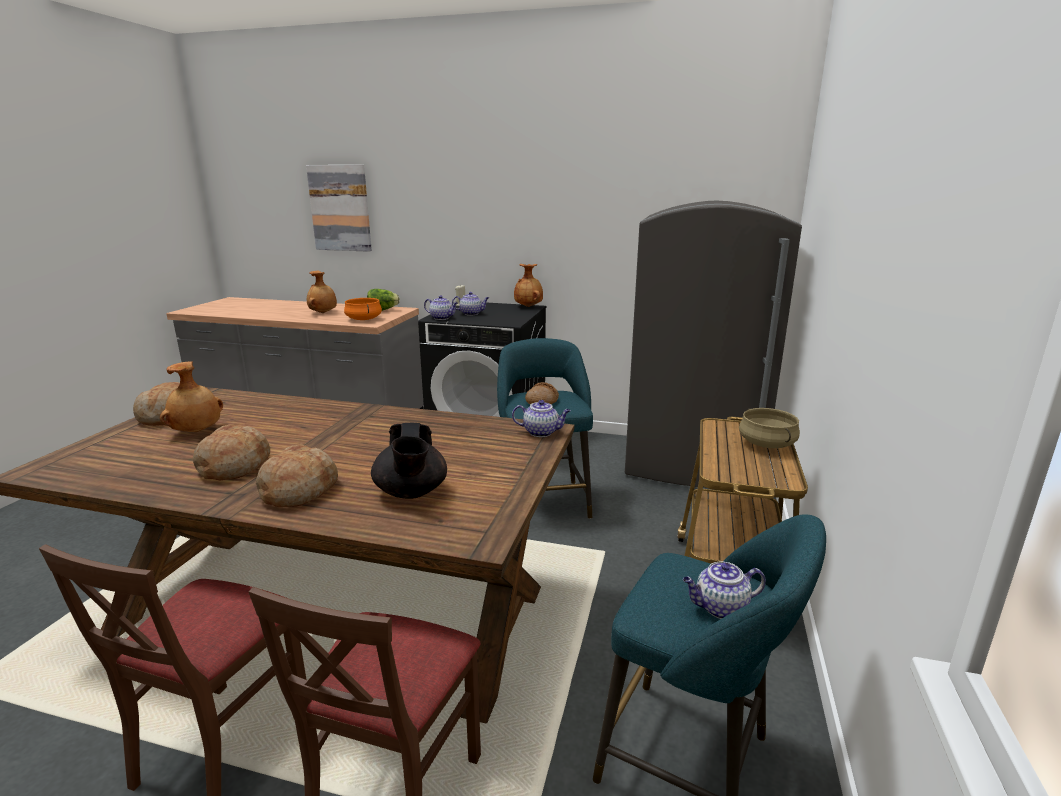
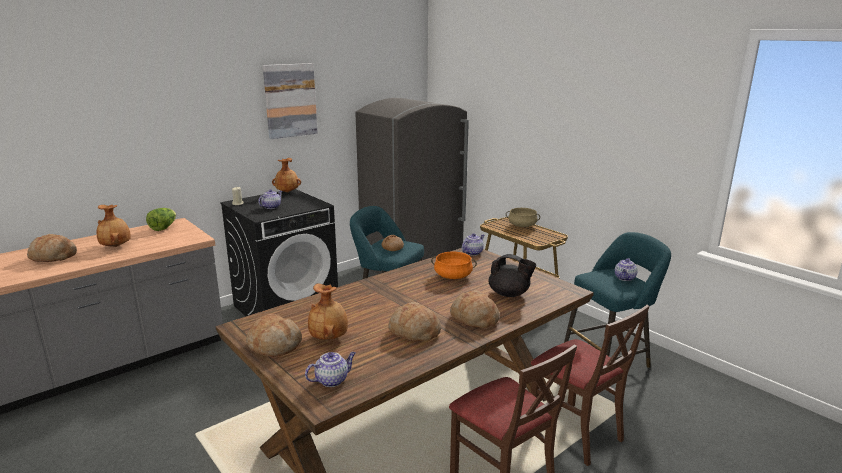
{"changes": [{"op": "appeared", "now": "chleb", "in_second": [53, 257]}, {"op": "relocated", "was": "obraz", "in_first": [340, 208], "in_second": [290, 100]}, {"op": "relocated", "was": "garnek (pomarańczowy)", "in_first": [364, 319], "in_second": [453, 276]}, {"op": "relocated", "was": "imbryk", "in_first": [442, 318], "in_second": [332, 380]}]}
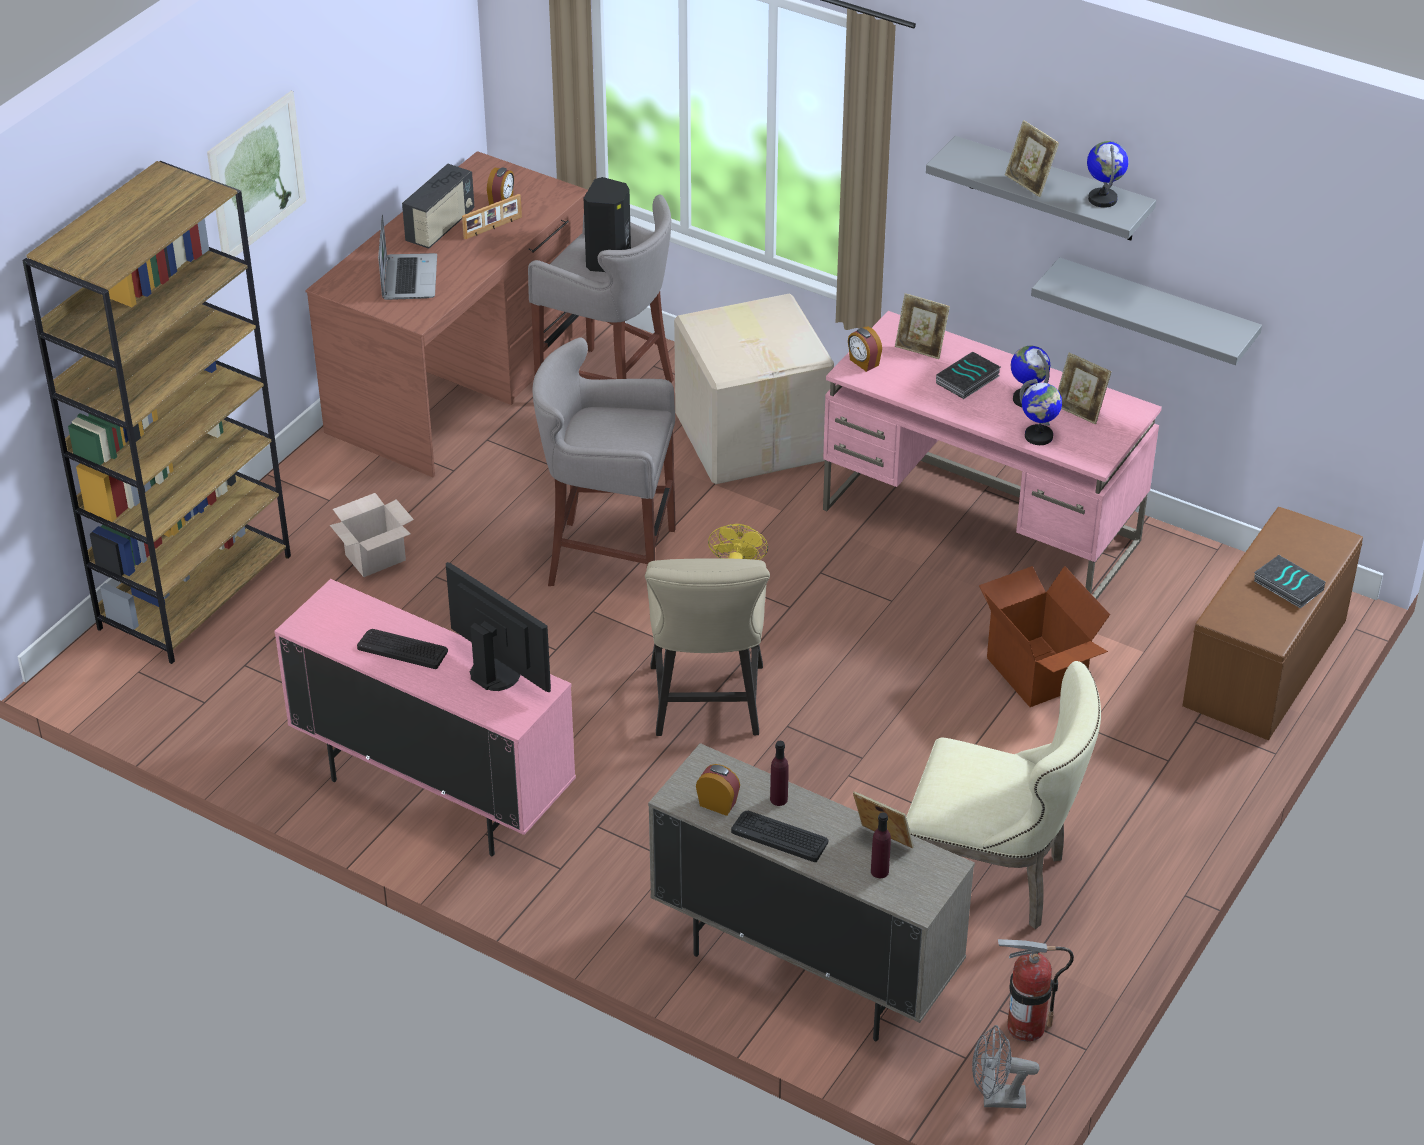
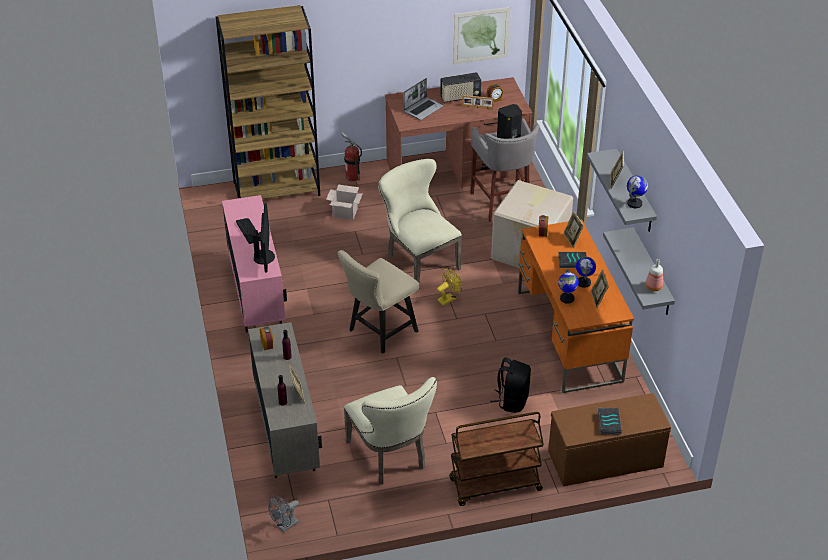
{"changes": [{"op": "missing", "was": "klawiatura", "in_first": [780, 836]}, {"op": "appeared", "now": "wózek (brązowy)", "in_second": [494, 485]}, {"op": "appeared", "now": "butelka", "in_second": [653, 287]}, {"op": "relocated", "was": "obraz", "in_first": [257, 177], "in_second": [481, 35]}, {"op": "relocated", "was": "gaśnica", "in_first": [1026, 1026], "in_second": [352, 177]}, {"op": "exchanged", "was": "stołek (szary)", "now": "krzesło (beżowy)", "in_first": [608, 558], "in_second": [418, 261]}, {"op": "exchanged", "was": "karton", "now": "plecak (czarny)", "in_first": [1038, 671], "in_second": [512, 401]}, {"op": "colour", "was": "biurko (różowy)", "now": "biurko (pomarańczowy)", "in_first": [982, 526], "in_second": [569, 336]}, {"op": "spun", "was": "wentylator (szary)", "in_first": [996, 1099], "in_second": [285, 526], "clockwise": -90}]}
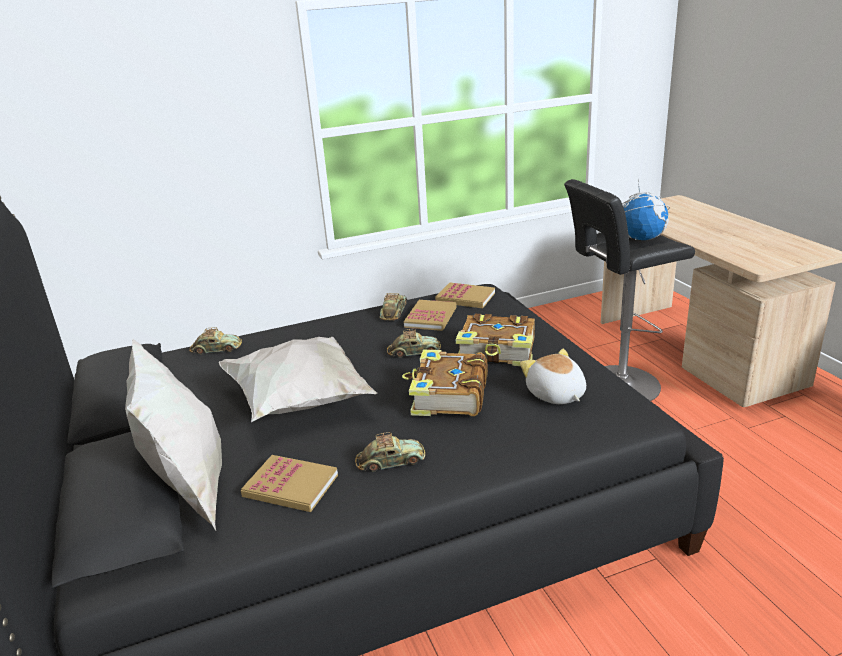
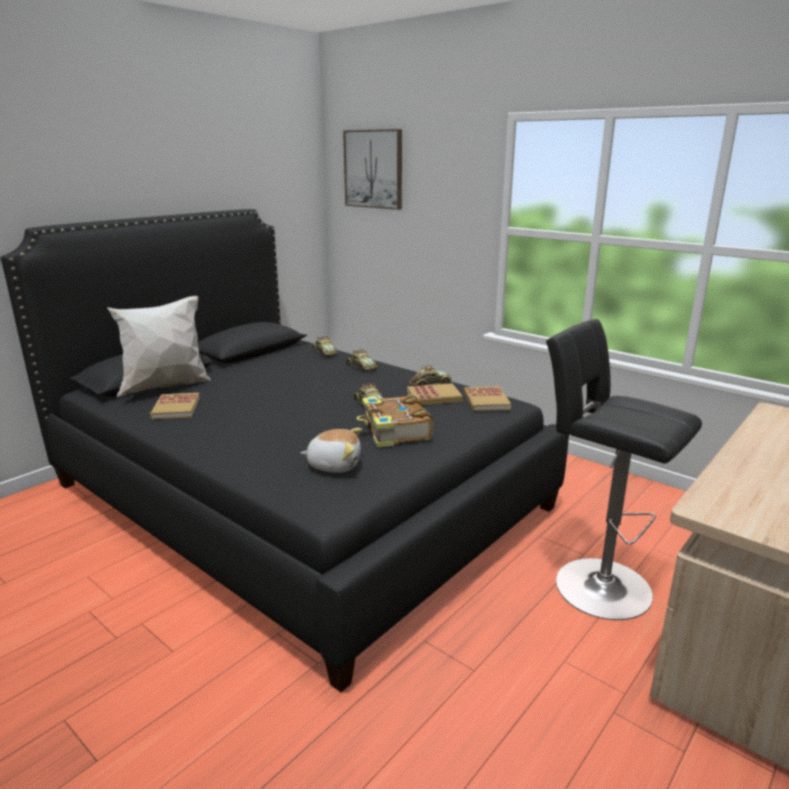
{"changes": [{"op": "missing", "was": "poduszka (biały)", "in_first": [301, 403]}, {"op": "missing", "was": "książka", "in_first": [448, 396]}, {"op": "missing", "was": "globus", "in_first": [641, 238]}, {"op": "appeared", "now": "obraz", "in_second": [373, 169]}, {"op": "relocated", "was": "samochodzik", "in_first": [390, 461], "in_second": [361, 366]}, {"op": "spun", "was": "pluszak", "in_first": [555, 395], "in_second": [334, 464], "clockwise": 60}]}
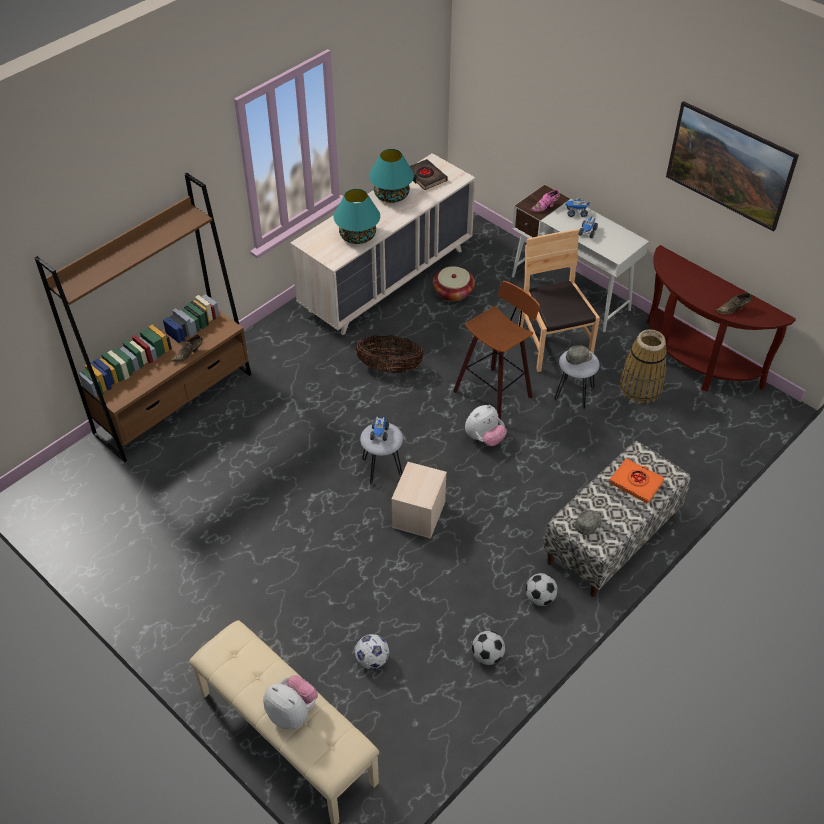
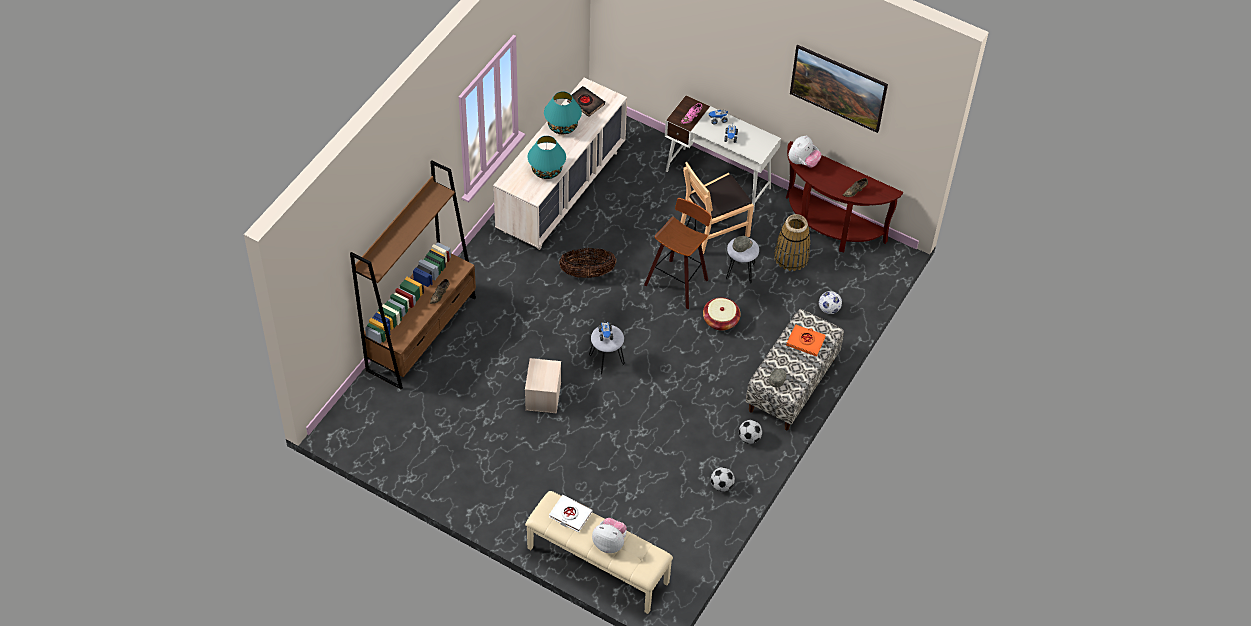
{"changes": [{"op": "appeared", "now": "książka (biały)", "in_second": [570, 515]}, {"op": "relocated", "was": "piłka futbolowa", "in_first": [372, 659], "in_second": [829, 309]}, {"op": "relocated", "was": "pojemnik do przechowywania (beżowy)", "in_first": [419, 515], "in_second": [543, 396]}, {"op": "relocated", "was": "koszyk", "in_first": [453, 292], "in_second": [720, 320]}, {"op": "relocated", "was": "pluszak", "in_first": [484, 438], "in_second": [803, 162]}, {"op": "spun", "was": "krzesło (brązowy)", "in_first": [553, 343], "in_second": [714, 229], "clockwise": -90}]}
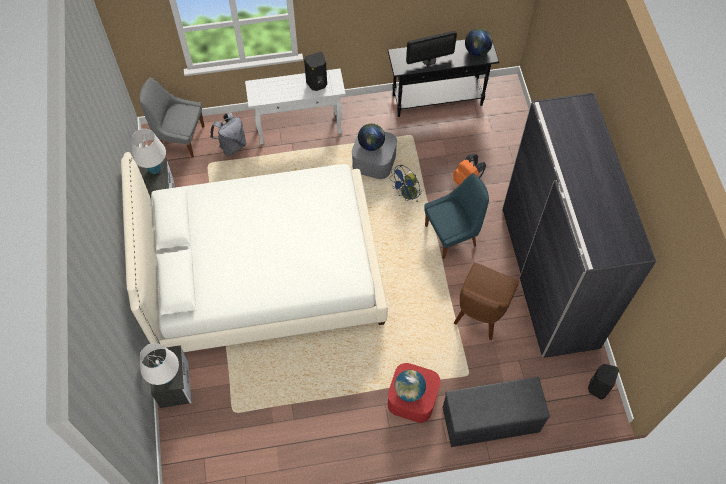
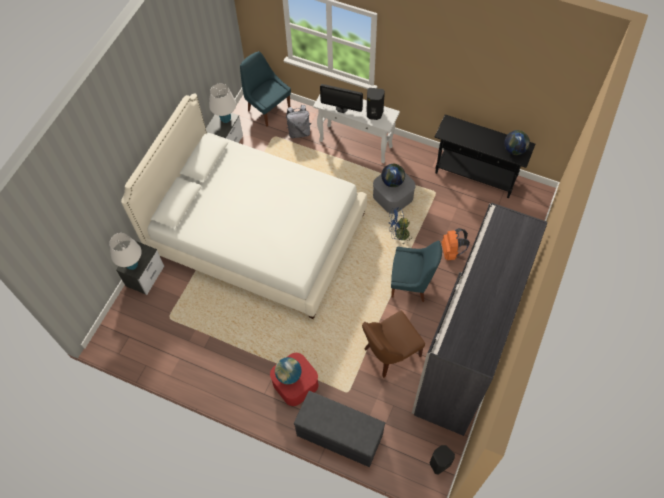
{"changes": [{"op": "relocated", "was": "monitor", "in_first": [429, 60], "in_second": [341, 108]}, {"op": "colour", "was": "krzesło (szary)", "now": "krzesło (niebieski)", "in_first": [180, 138], "in_second": [267, 108]}]}
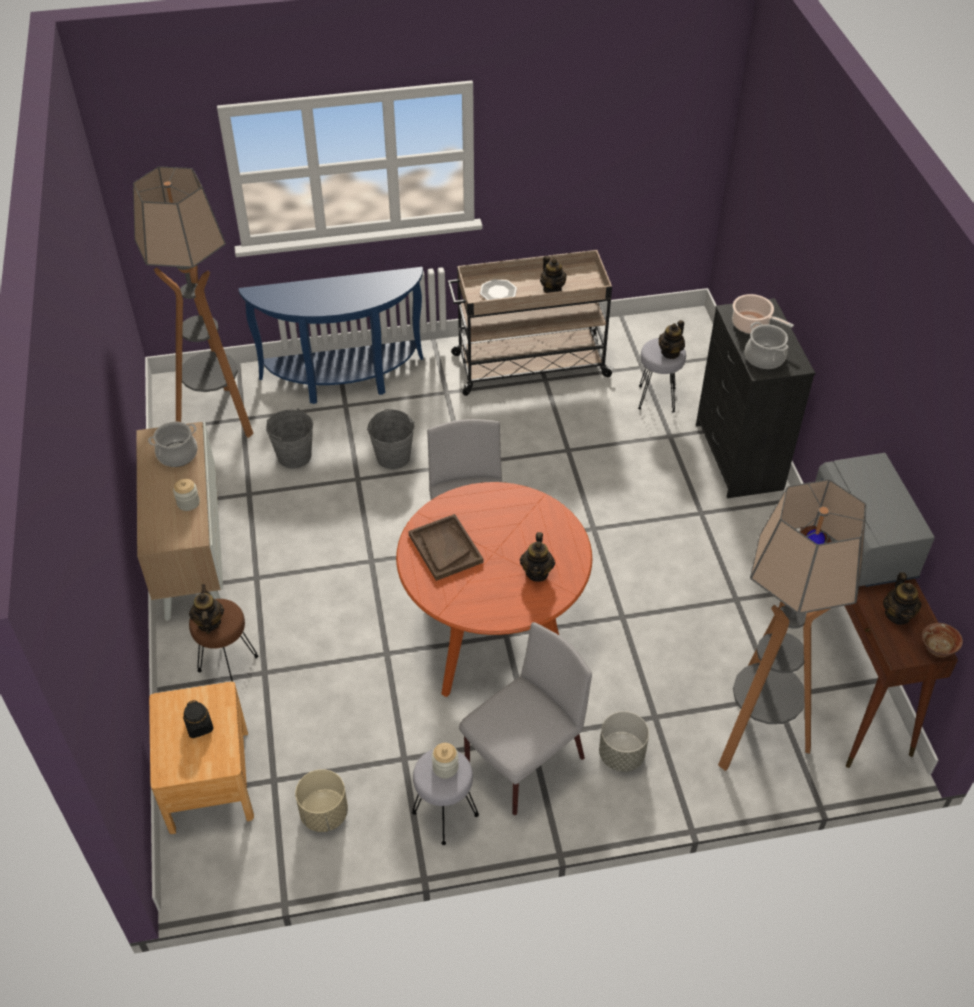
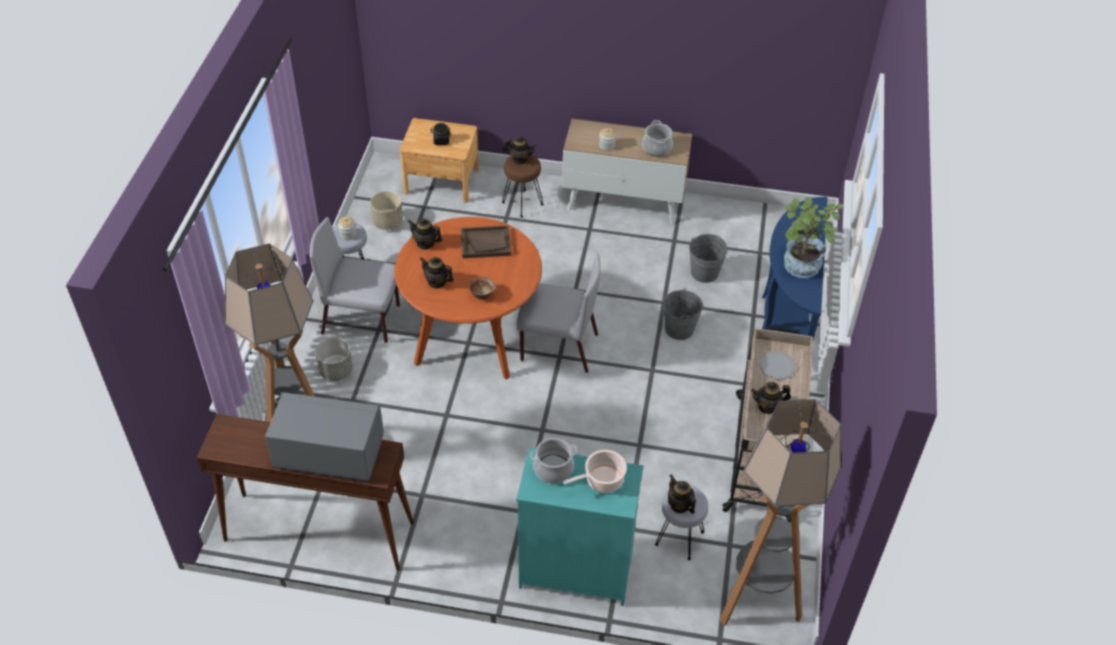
{"changes": [{"op": "appeared", "now": "roślina doniczkowa", "in_second": [800, 269]}, {"op": "relocated", "was": "lampa stojąca", "in_first": [218, 418], "in_second": [757, 600]}, {"op": "relocated", "was": "imbryk", "in_first": [897, 614], "in_second": [425, 243]}, {"op": "relocated", "was": "miska", "in_first": [937, 649], "in_second": [482, 295]}, {"op": "colour", "was": "komoda (czarny)", "now": "komoda (turkusowy)", "in_first": [738, 456], "in_second": [576, 571]}, {"op": "spun", "was": "krzesło (szary)", "in_first": [523, 763], "in_second": [362, 319], "clockwise": 120}]}
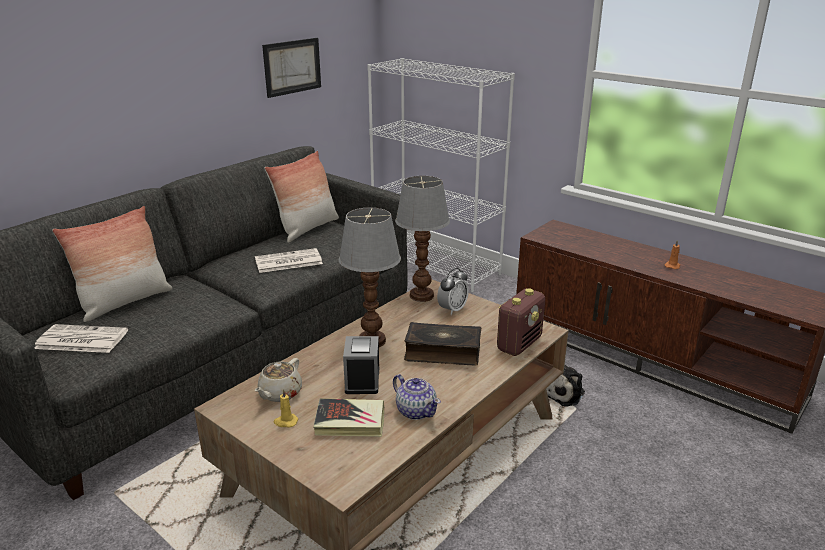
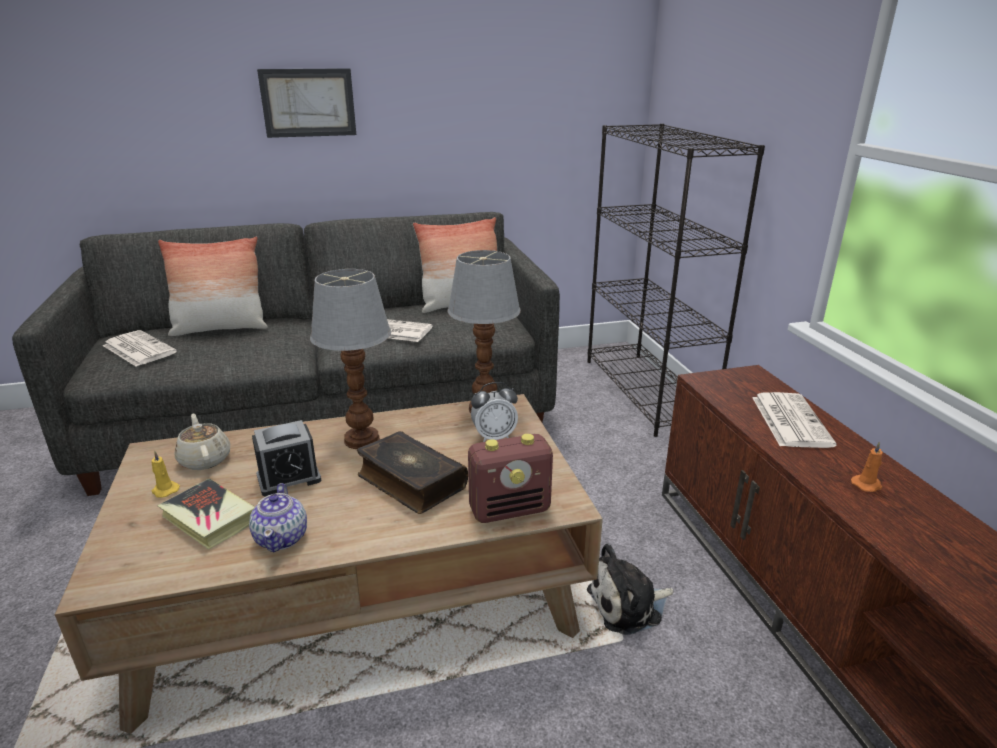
{"changes": [{"op": "appeared", "now": "gazeta", "in_second": [789, 420]}, {"op": "relocated", "was": "obraz", "in_first": [292, 67], "in_second": [308, 103]}, {"op": "colour", "was": "regał (biały)", "now": "regał (czarny)", "in_first": [436, 265], "in_second": [647, 392]}, {"op": "spun", "was": "imbryk (beżowy)", "in_first": [279, 393], "in_second": [205, 459], "clockwise": 90}, {"op": "spun", "was": "budzik", "in_first": [362, 380], "in_second": [289, 478], "clockwise": -150}]}
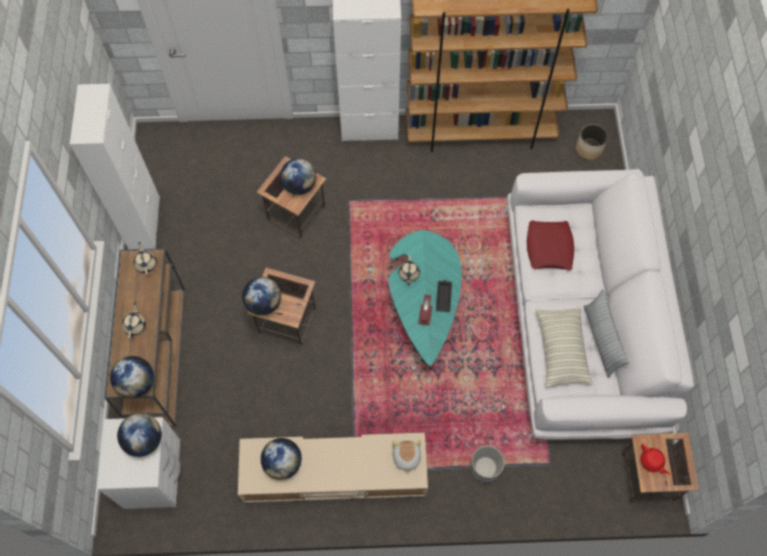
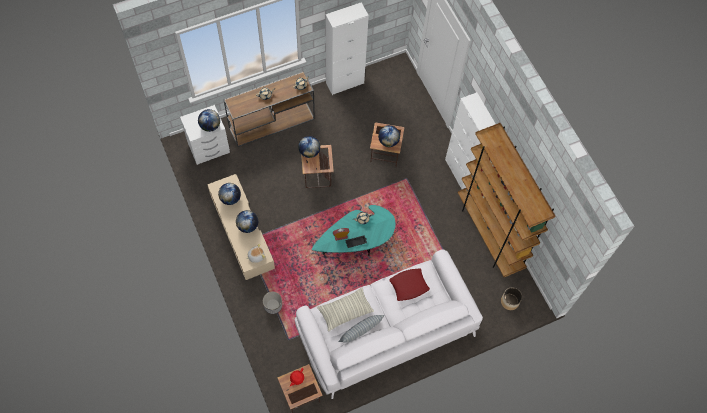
{"changes": [{"op": "relocated", "was": "globus", "in_first": [137, 384], "in_second": [248, 226]}]}
